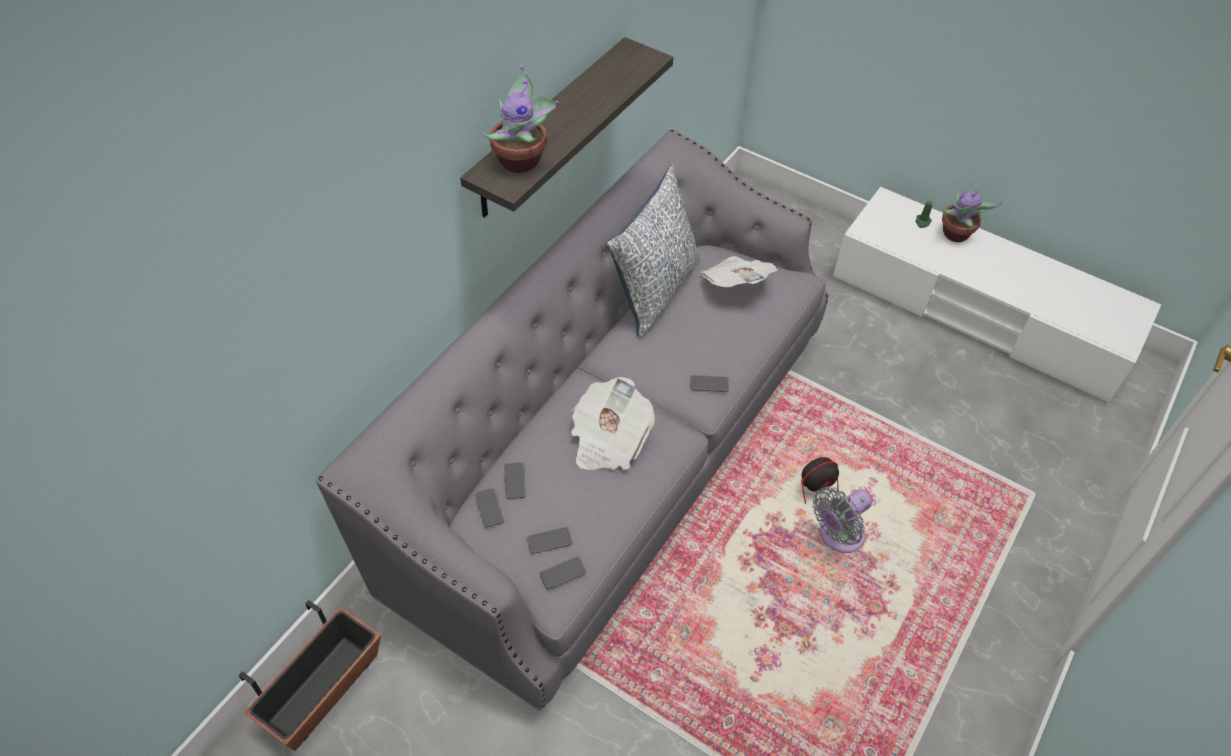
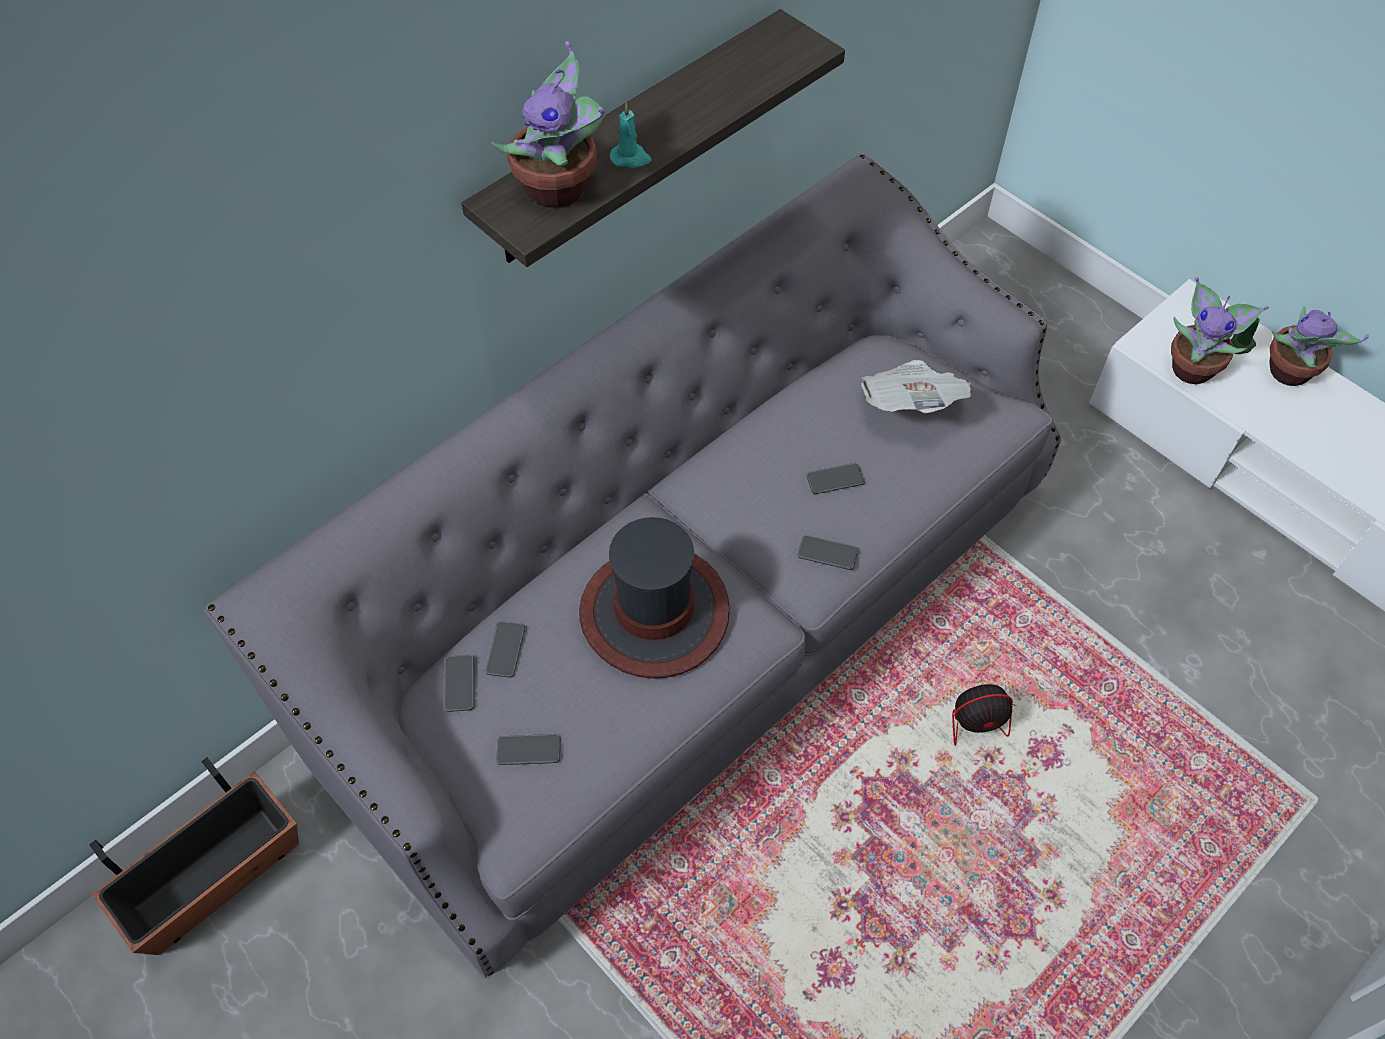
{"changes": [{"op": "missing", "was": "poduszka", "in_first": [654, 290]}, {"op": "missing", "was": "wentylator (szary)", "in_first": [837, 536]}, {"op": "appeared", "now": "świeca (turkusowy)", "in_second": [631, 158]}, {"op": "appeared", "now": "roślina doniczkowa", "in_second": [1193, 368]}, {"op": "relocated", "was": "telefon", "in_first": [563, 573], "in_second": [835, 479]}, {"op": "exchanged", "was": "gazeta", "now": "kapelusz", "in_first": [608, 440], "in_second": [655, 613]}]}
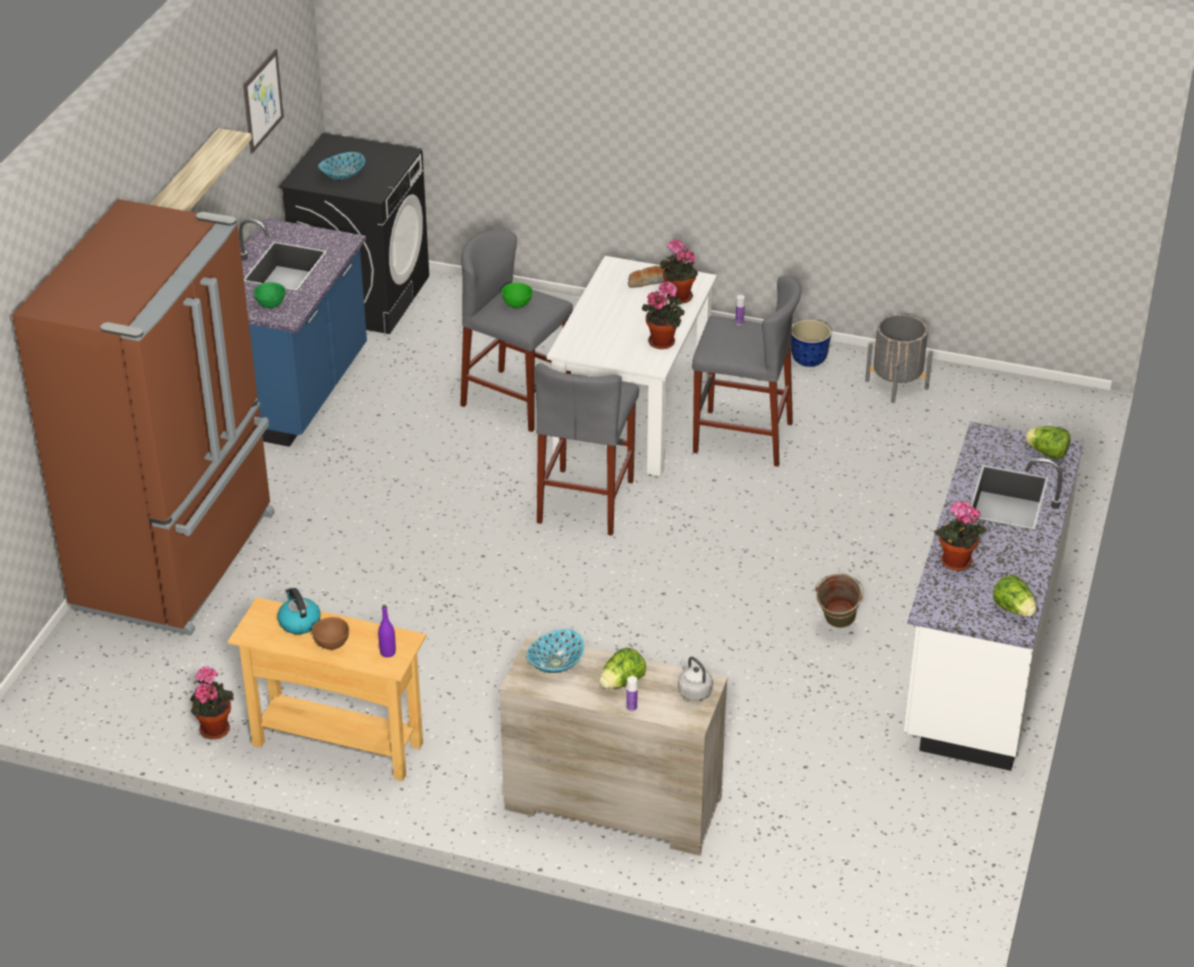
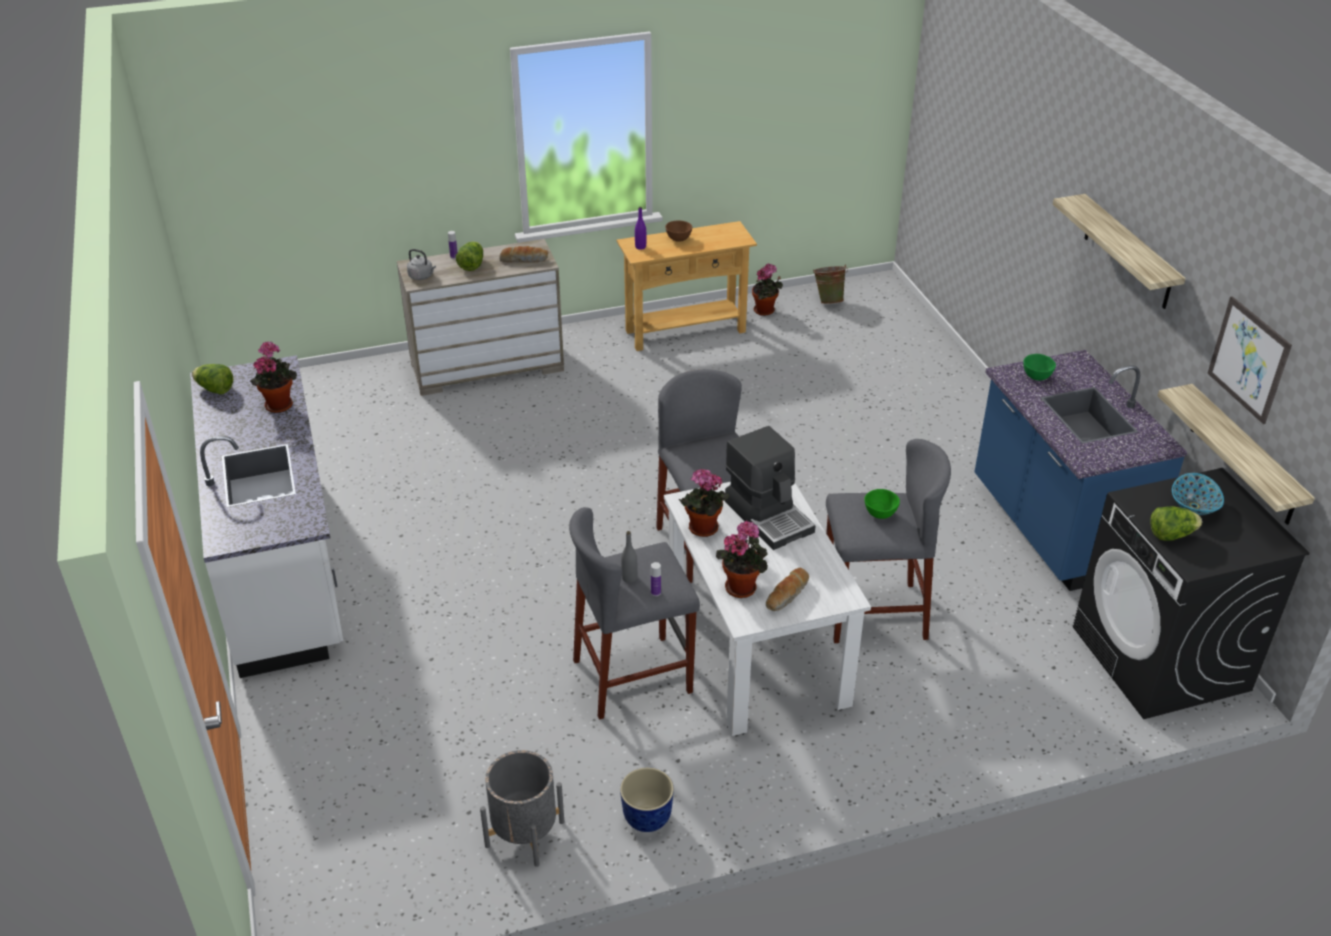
{"changes": [{"op": "missing", "was": "lodówka (brązowy)", "in_first": [179, 560]}, {"op": "missing", "was": "czajnik", "in_first": [299, 622]}, {"op": "appeared", "now": "butelka (szary)", "in_second": [629, 578]}, {"op": "appeared", "now": "ekspres do kawy", "in_second": [769, 515]}, {"op": "appeared", "now": "półka", "in_second": [1244, 456]}, {"op": "relocated", "was": "wiadro (zielony)", "in_first": [836, 626], "in_second": [828, 300]}, {"op": "relocated", "was": "sałata", "in_first": [1047, 453], "in_second": [1171, 535]}, {"op": "exchanged", "was": "miska", "now": "chleb", "in_first": [555, 663], "in_second": [524, 259]}]}
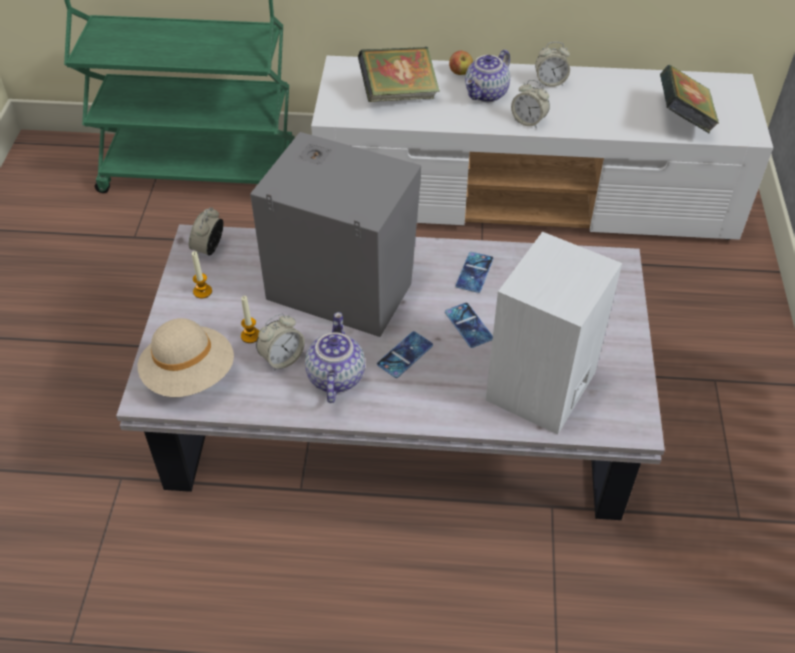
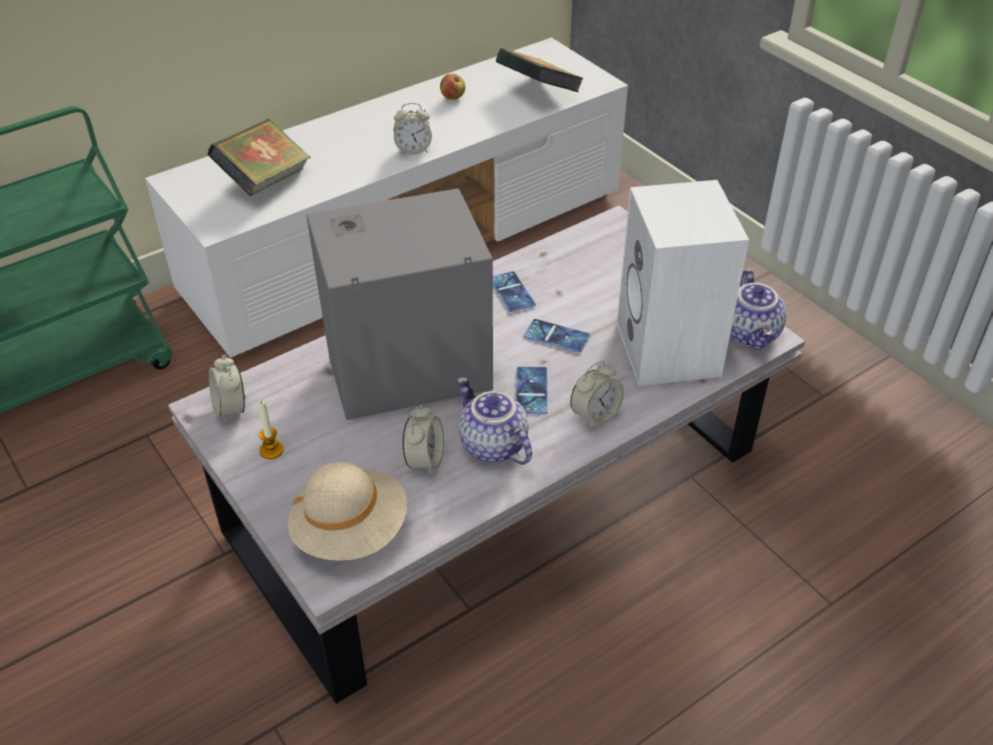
{"changes": [{"op": "missing", "was": "świeca", "in_first": [250, 336]}, {"op": "relocated", "was": "jabłko", "in_first": [460, 73], "in_second": [453, 98]}, {"op": "relocated", "was": "imbryk", "in_first": [487, 94], "in_second": [751, 334]}, {"op": "relocated", "was": "budzik", "in_first": [550, 82], "in_second": [595, 416]}]}
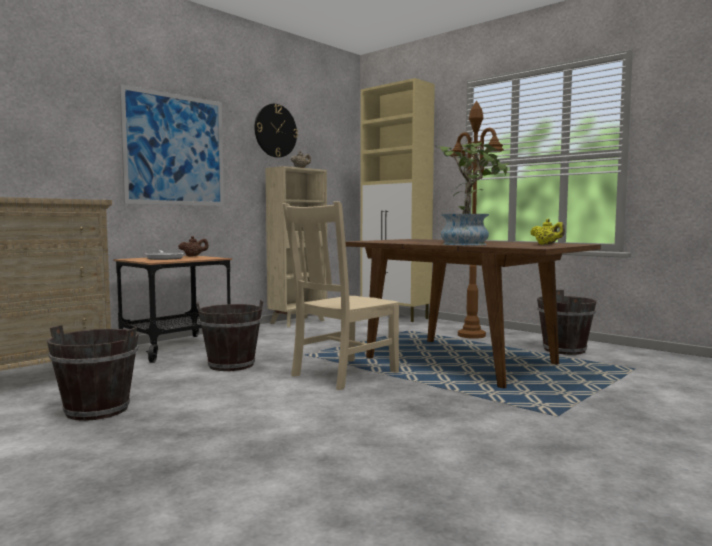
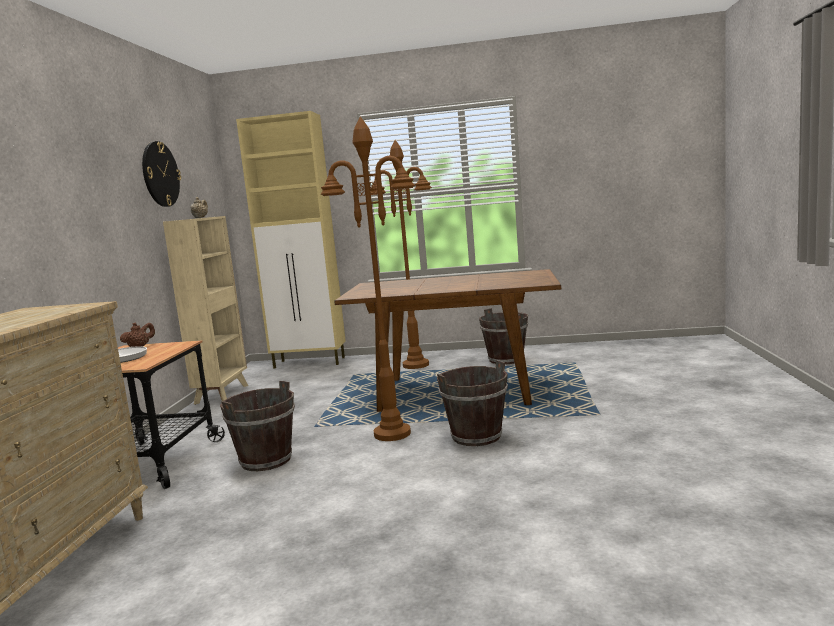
{"changes": [{"op": "missing", "was": "obraz", "in_first": [175, 150]}, {"op": "missing", "was": "roślina doniczkowa", "in_first": [470, 244]}, {"op": "missing", "was": "imbryk (żółty)", "in_first": [547, 244]}, {"op": "relocated", "was": "wiadro (brązowy)", "in_first": [97, 410], "in_second": [476, 436]}, {"op": "exchanged", "was": "krzesło (beżowy)", "now": "lampa stojąca (brązowy)", "in_first": [342, 374], "in_second": [391, 434]}]}
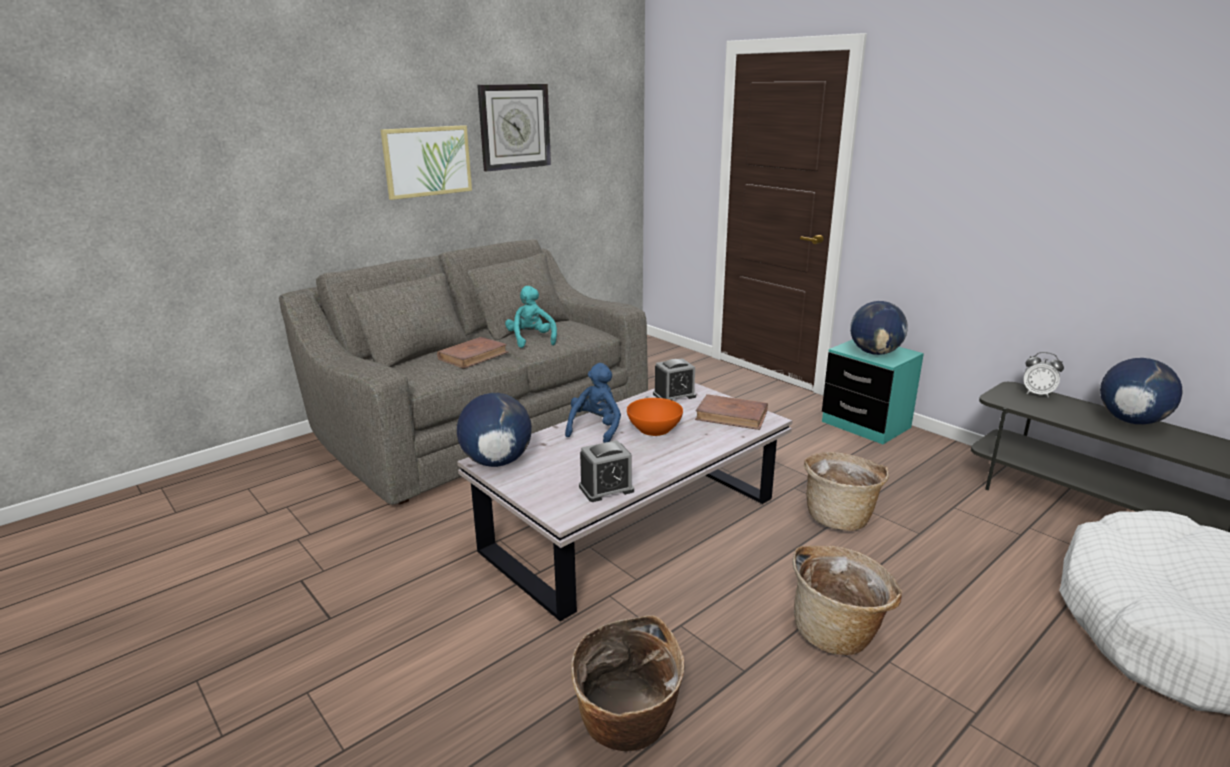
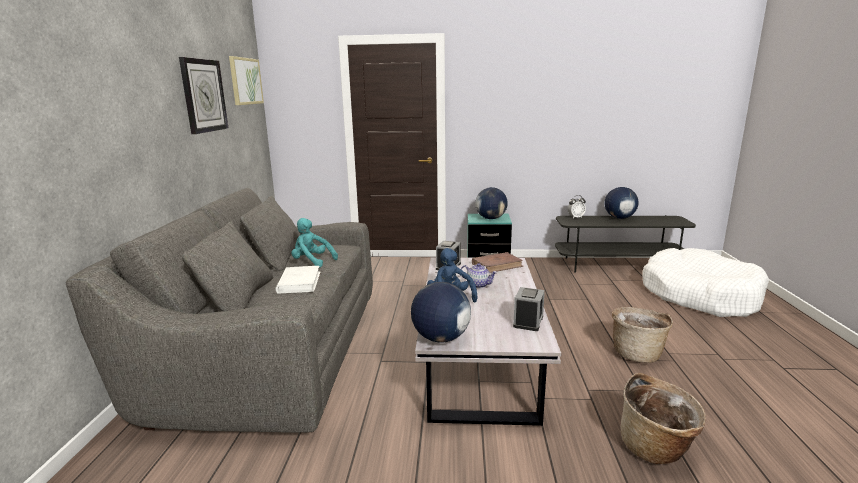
{"changes": [{"op": "missing", "was": "koszyk", "in_first": [840, 516]}, {"op": "relocated", "was": "obraz", "in_first": [427, 161], "in_second": [245, 81]}, {"op": "exchanged", "was": "miska (pomarańczowy)", "now": "imbryk", "in_first": [654, 428], "in_second": [478, 285]}, {"op": "colour", "was": "książka (brązowy)", "now": "książka (biały)", "in_first": [473, 356], "in_second": [299, 282]}]}
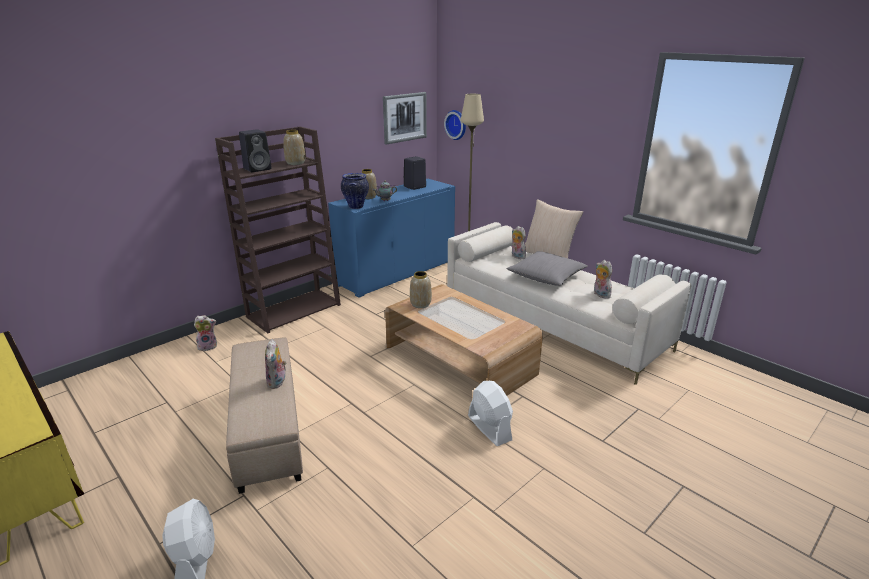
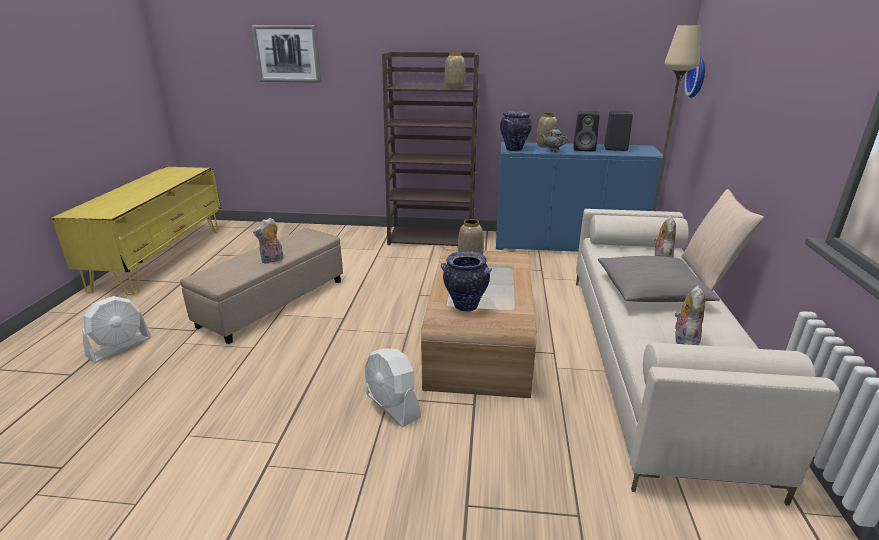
{"changes": [{"op": "missing", "was": "pluszak", "in_first": [208, 346]}, {"op": "appeared", "now": "wazon", "in_second": [465, 306]}, {"op": "relocated", "was": "głośnik (czarny)", "in_first": [258, 169], "in_second": [585, 149]}, {"op": "relocated", "was": "obraz", "in_first": [404, 117], "in_second": [287, 54]}, {"op": "spun", "was": "wentylator (biały)", "in_first": [489, 428], "in_second": [392, 406], "clockwise": 120}]}
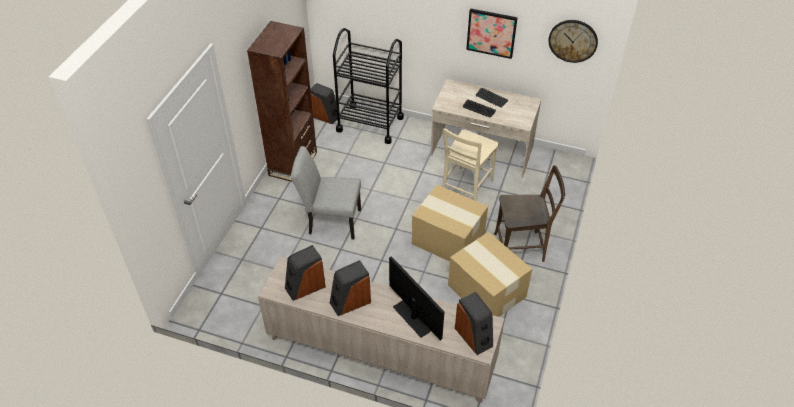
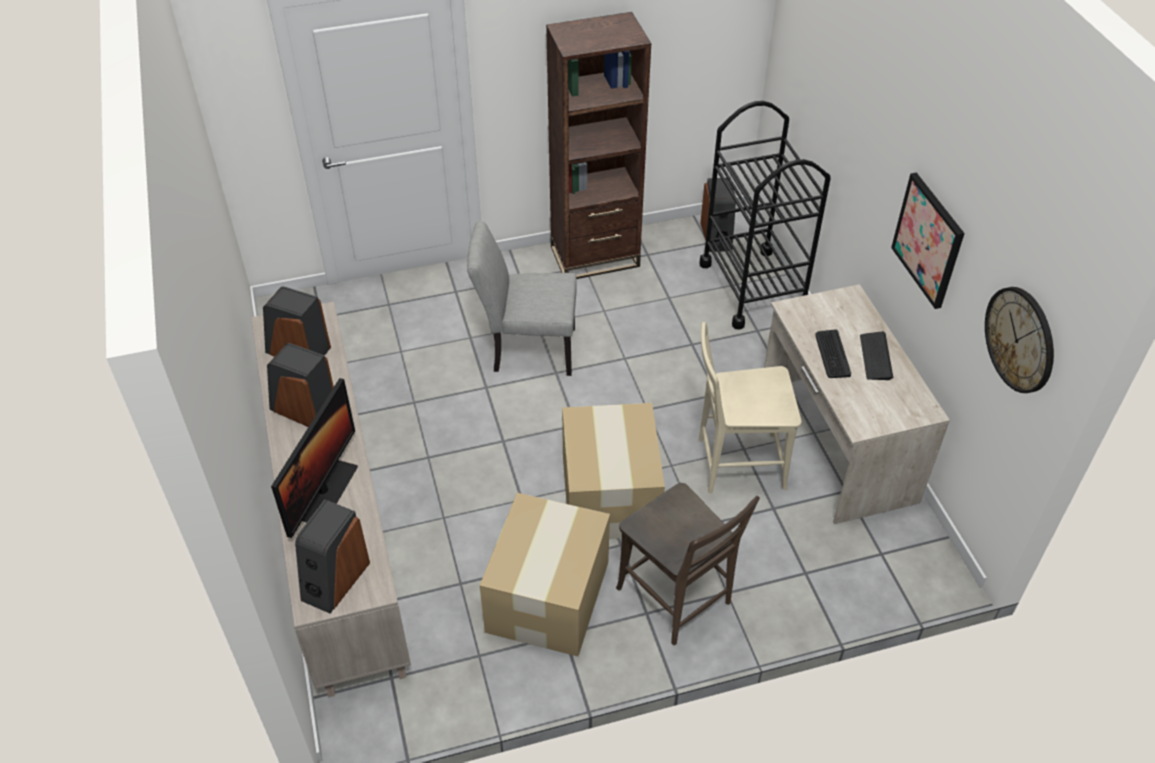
{"changes": [{"op": "spun", "was": "krzesło (szary)", "in_first": [330, 221], "in_second": [526, 349], "clockwise": -60}]}
